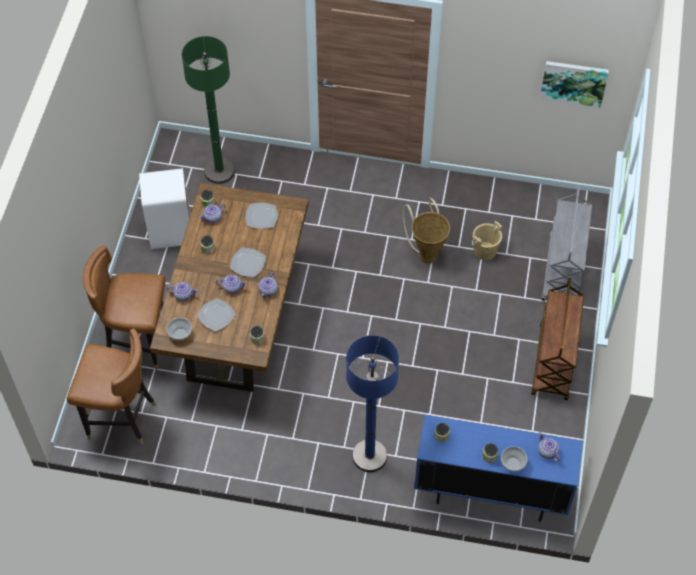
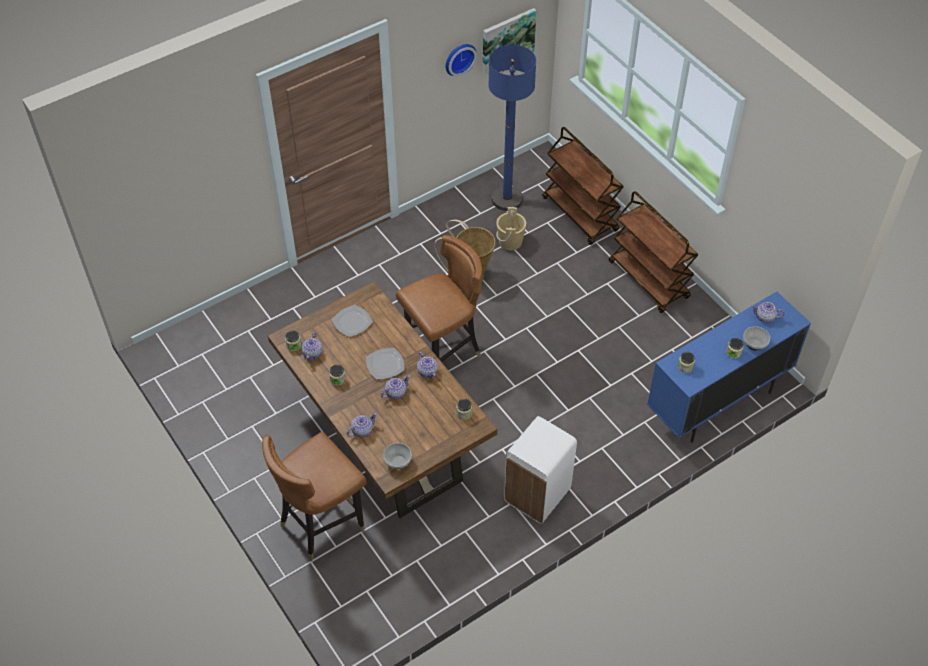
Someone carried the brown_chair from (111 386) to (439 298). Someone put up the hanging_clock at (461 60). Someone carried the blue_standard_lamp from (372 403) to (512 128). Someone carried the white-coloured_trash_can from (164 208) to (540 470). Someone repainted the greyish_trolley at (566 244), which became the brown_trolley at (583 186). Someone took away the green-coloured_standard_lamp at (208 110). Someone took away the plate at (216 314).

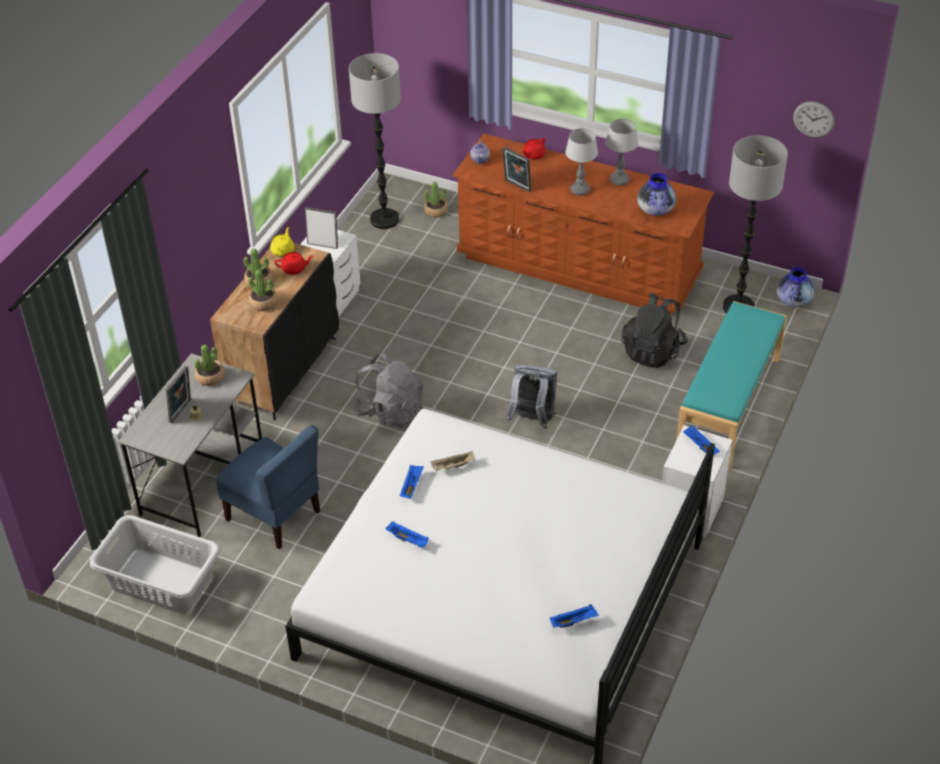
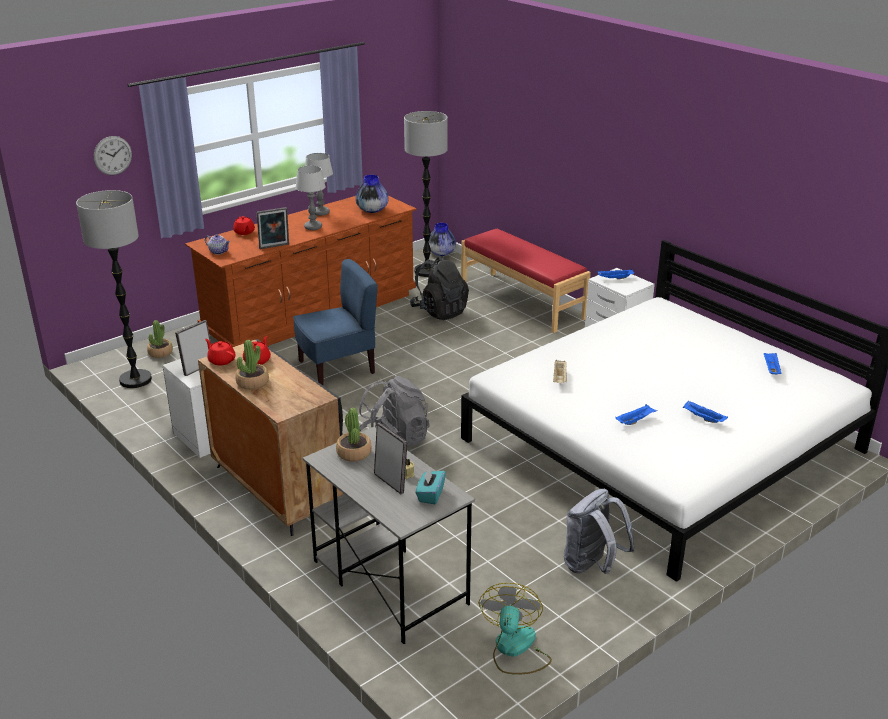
Someone carried the hanging_clock from (813 119) to (113 155). Someone repainted the yellowish_teapot at (282 242), which became the reddish_teapot at (220 352). Someone carried the blue_chair from (268 487) to (335 322). Someone put down the turquoise-coloured_tissue_holder at (430 485). Someone repainted the turquoise-coloured_bench at (731 385), which became the reddish_bench at (526 281). Someone swapped the greyish_hamper at (155 564) for the cooling_fan at (515 629). Someone carried the greyish_knapsack from (531 397) to (599 531). Someone carried the blue_tray from (412 482) to (705 411). Someone took away the potted_plant at (263 290).

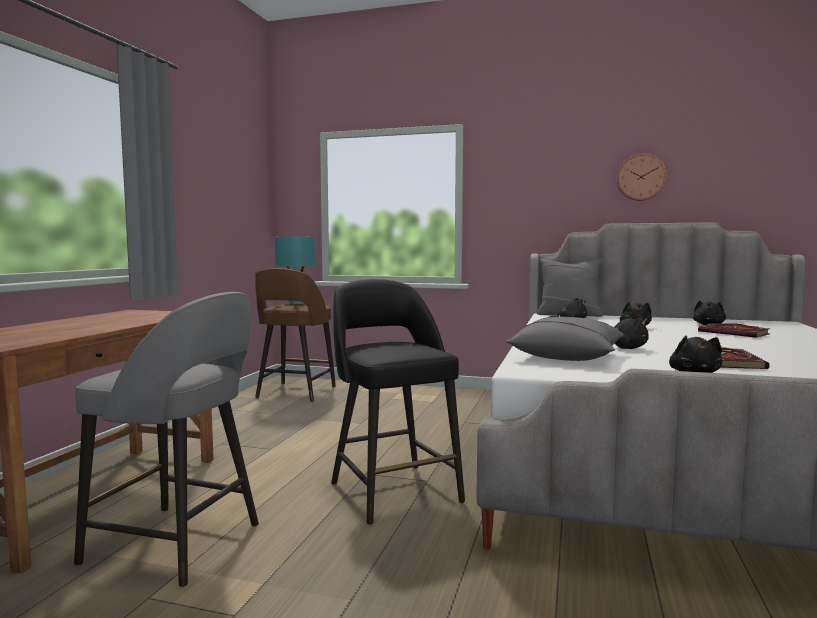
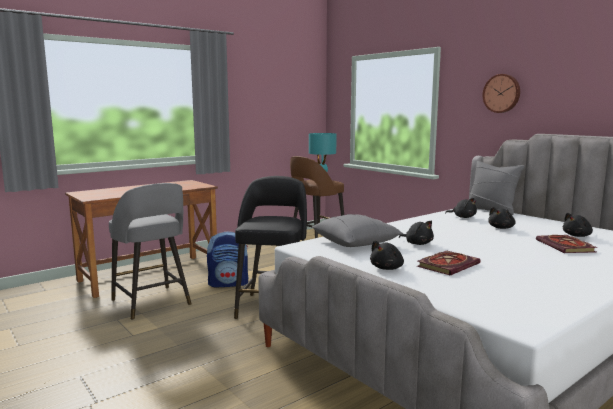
Someone put down the knapsack at (227 259). Someone carried the hanging_clock from (642 177) to (501 93).

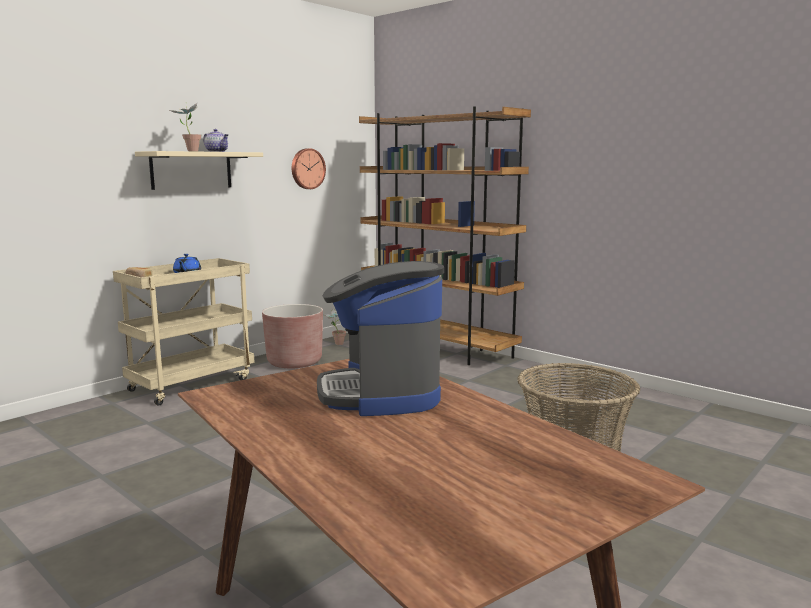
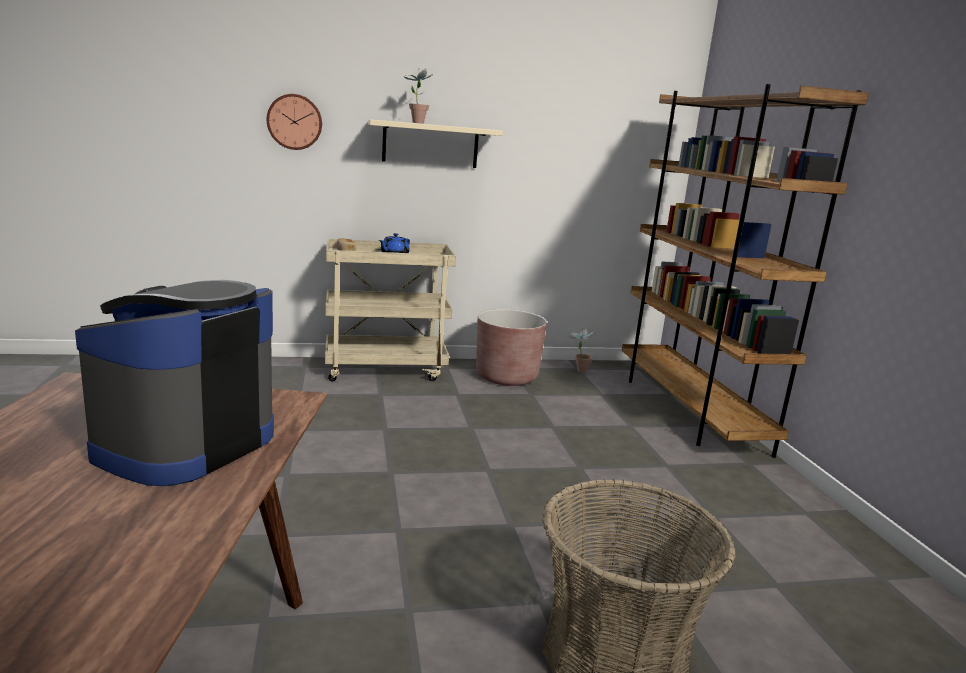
Someone carried the hanging_clock from (309 168) to (294 122). Someone took away the teapot at (216 140).

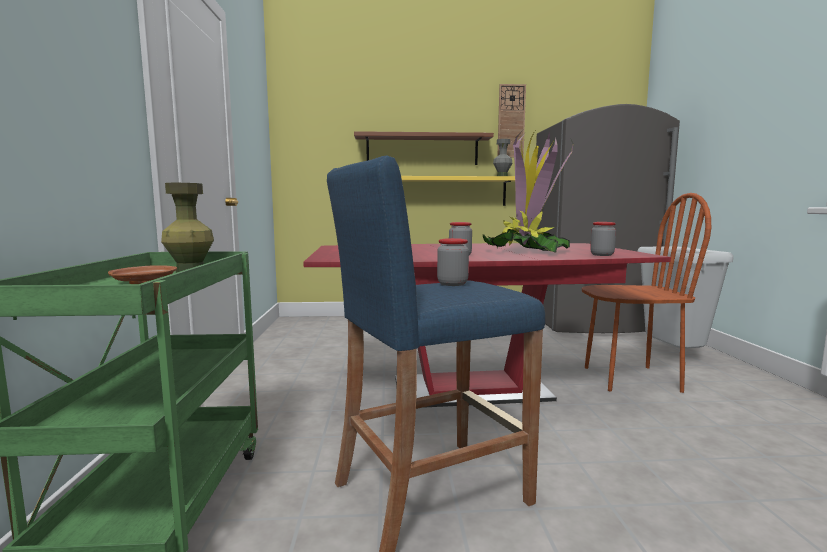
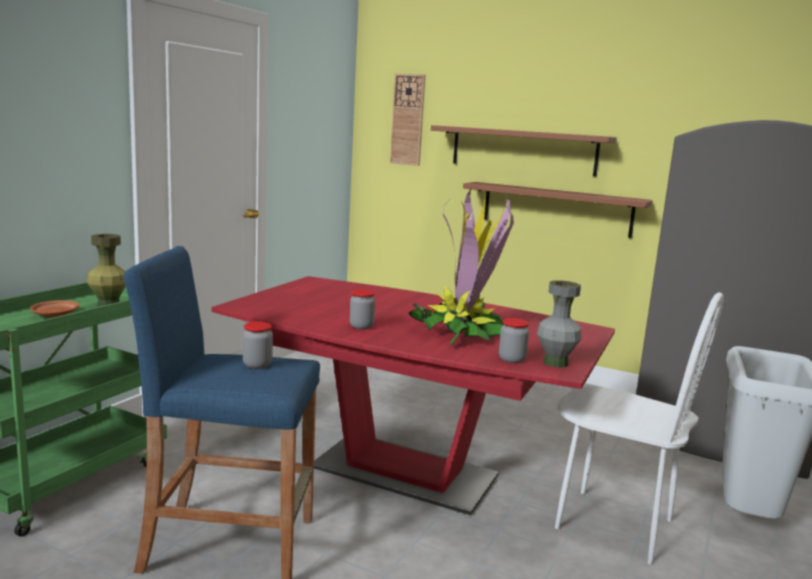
Someone carried the hanging_clock from (512 120) to (407 120). Someone repainted the yellowish_bracket_shelf at (458 191), which became the brown_bracket_shelf at (558 210). Someone carried the greyish_flower_vase from (502 157) to (559 324). Someone repainted the brown_chair at (646 293), which became the white-coloured_chair at (639 429).

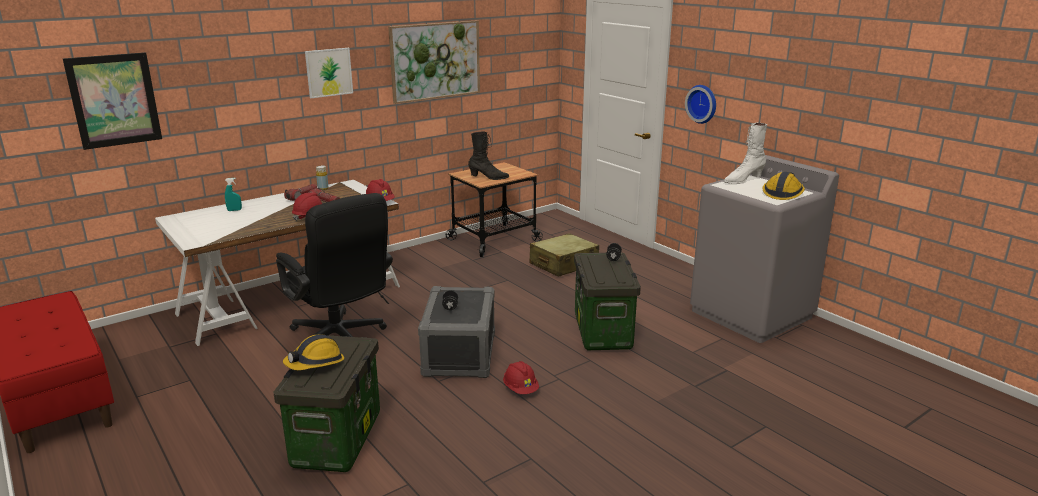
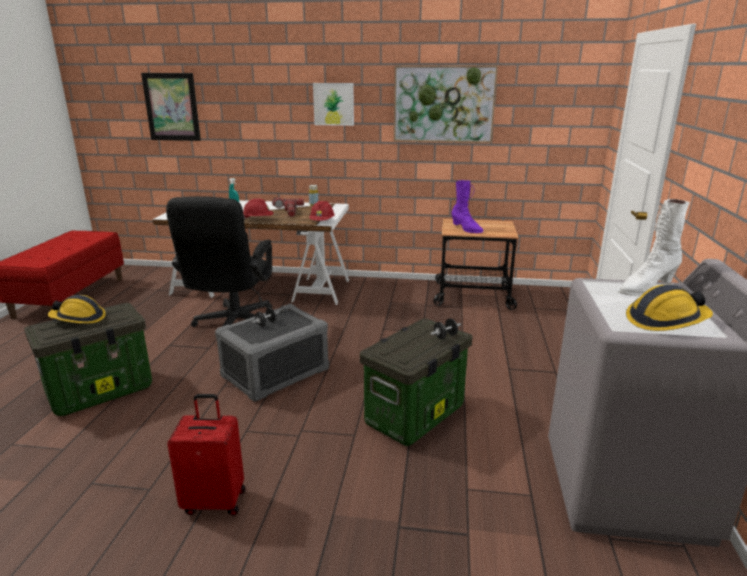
Someone put down the reddish_travel_case at (206 455). Someone repainted the black-coloured_tall_boot at (488 156), which became the purple_tall_boot at (467 206). Someone rotated the white-coloured_tall_boot at (745 153) by 45 degrees counterclockwise. Someone took away the reddish_hard_hat at (521 377). Someone took away the beige_travel_case at (564 255). Someone took away the hanging_clock at (700 104).

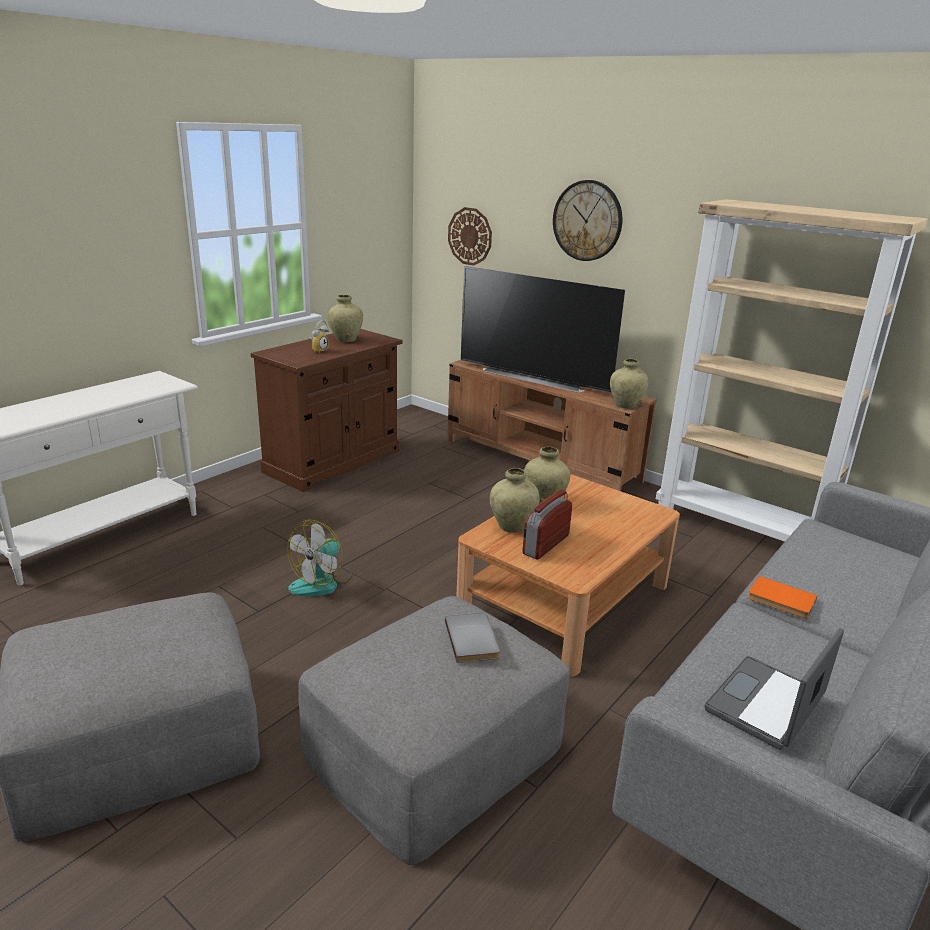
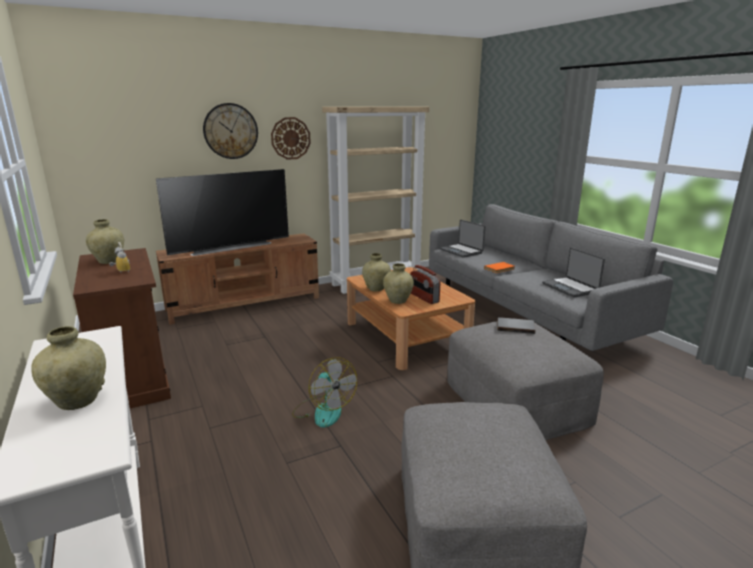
Someone carried the beige_flower_vase from (629 384) to (68 368). Someone carried the hanging_clock from (470 236) to (291 138). Someone put down the notebook_computer at (462 239).

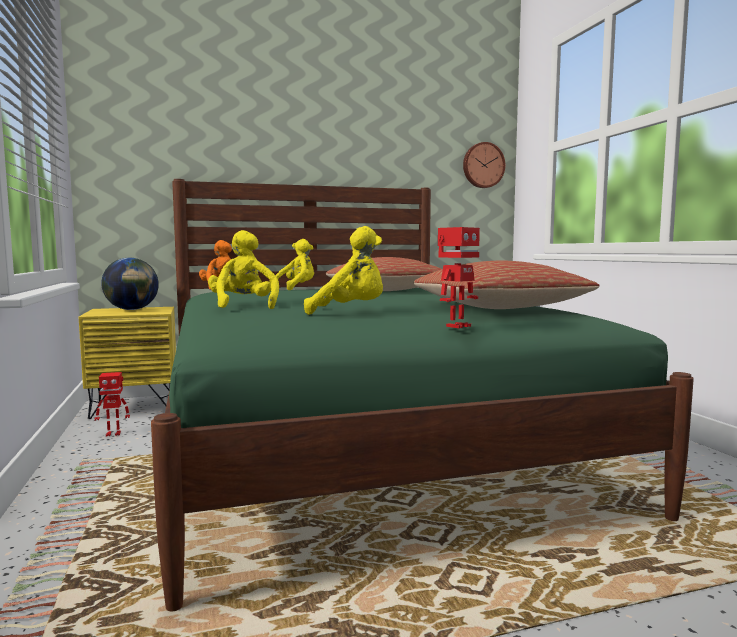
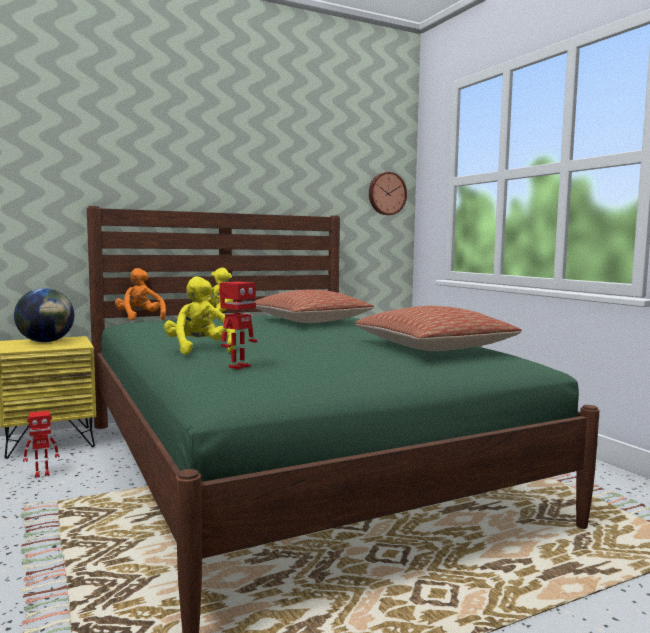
Someone carried the toy_robot from (459 277) to (238 326). Someone took away the yellowish_soft_toy at (343 270).

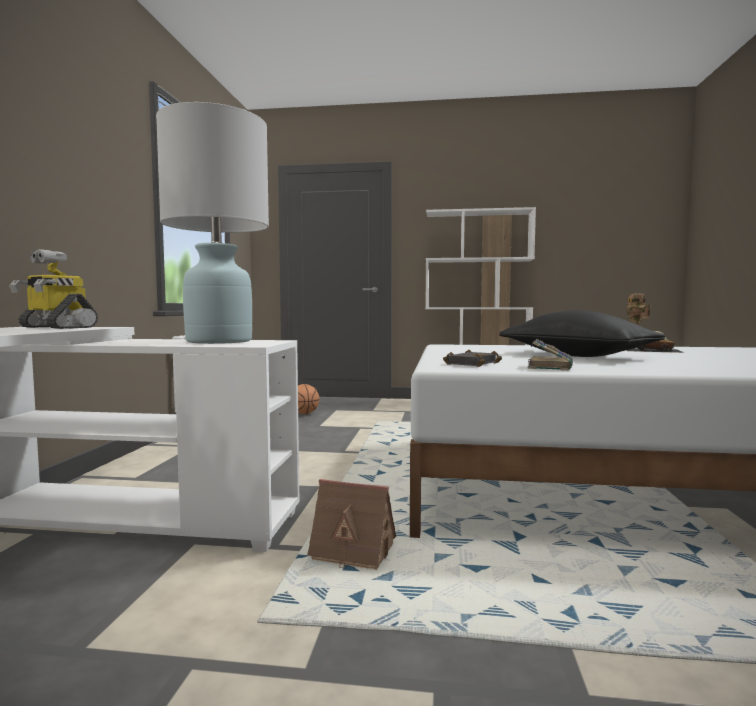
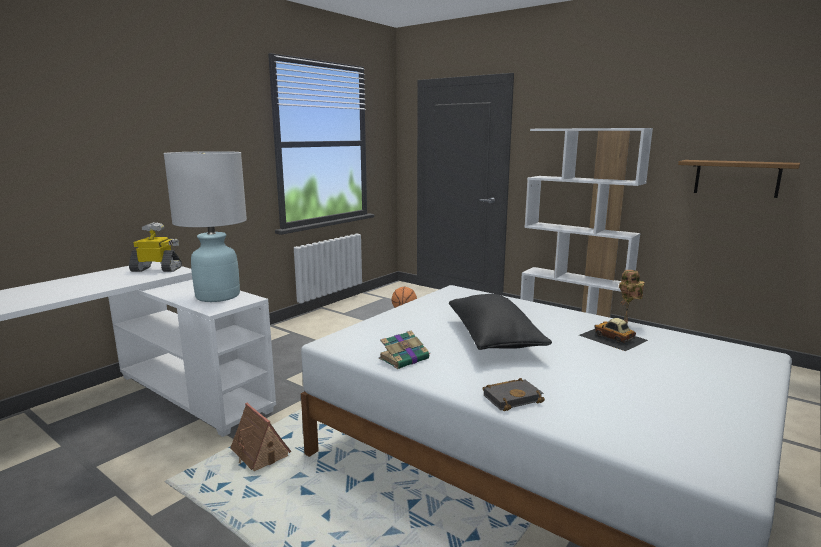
Someone rotated the toy_robot at (53 289) by 120 degrees clockwise. Someone carried the black-coloured_bound_book from (472 358) to (514 394). Someone put up the bracket_shelf at (739 179).

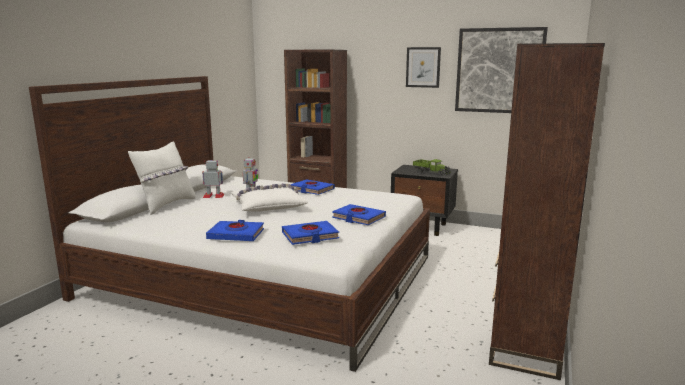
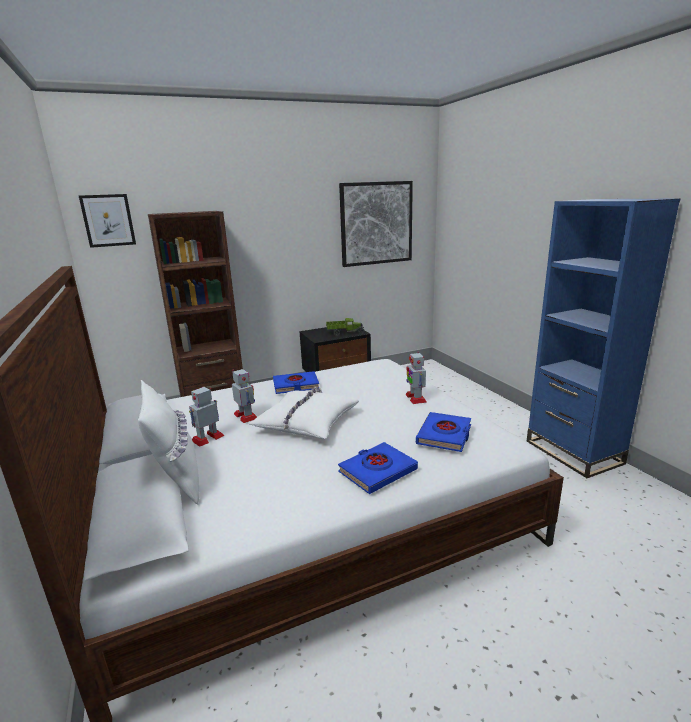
Someone carried the picture from (423 67) to (107 221). Someone swapped the blue_bound_book at (359 214) for the toy_robot at (416 378). Someone repainted the brown_shelving_unit at (547 211), which became the blue_shelving_unit at (603 338).

